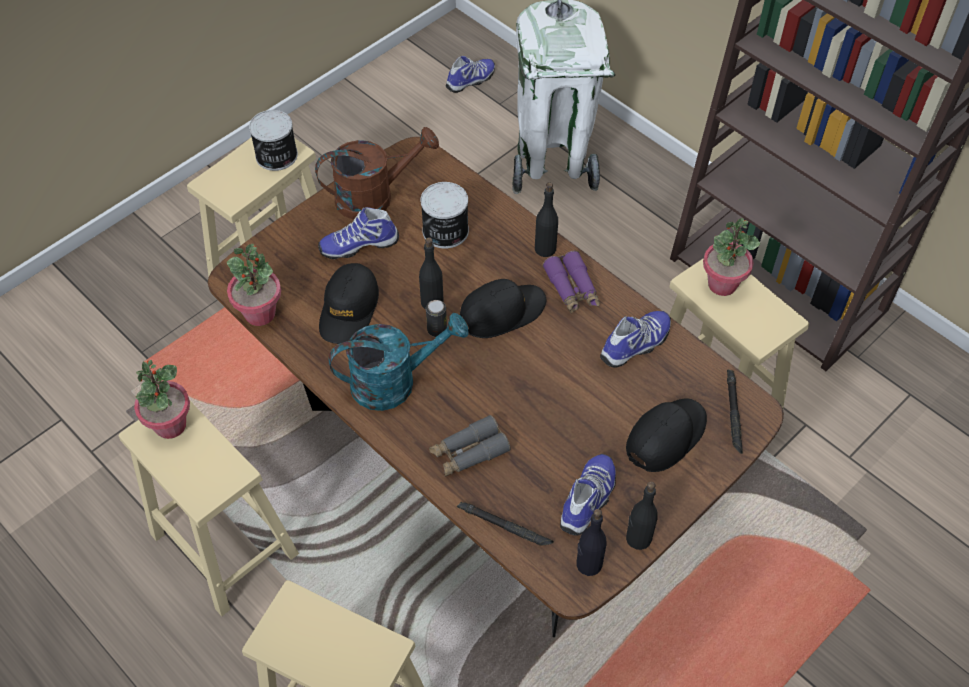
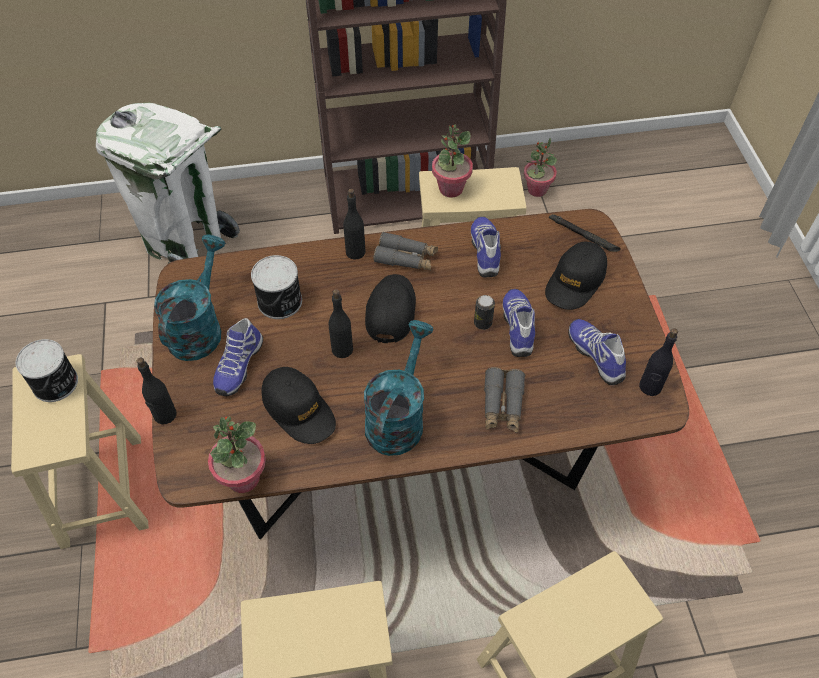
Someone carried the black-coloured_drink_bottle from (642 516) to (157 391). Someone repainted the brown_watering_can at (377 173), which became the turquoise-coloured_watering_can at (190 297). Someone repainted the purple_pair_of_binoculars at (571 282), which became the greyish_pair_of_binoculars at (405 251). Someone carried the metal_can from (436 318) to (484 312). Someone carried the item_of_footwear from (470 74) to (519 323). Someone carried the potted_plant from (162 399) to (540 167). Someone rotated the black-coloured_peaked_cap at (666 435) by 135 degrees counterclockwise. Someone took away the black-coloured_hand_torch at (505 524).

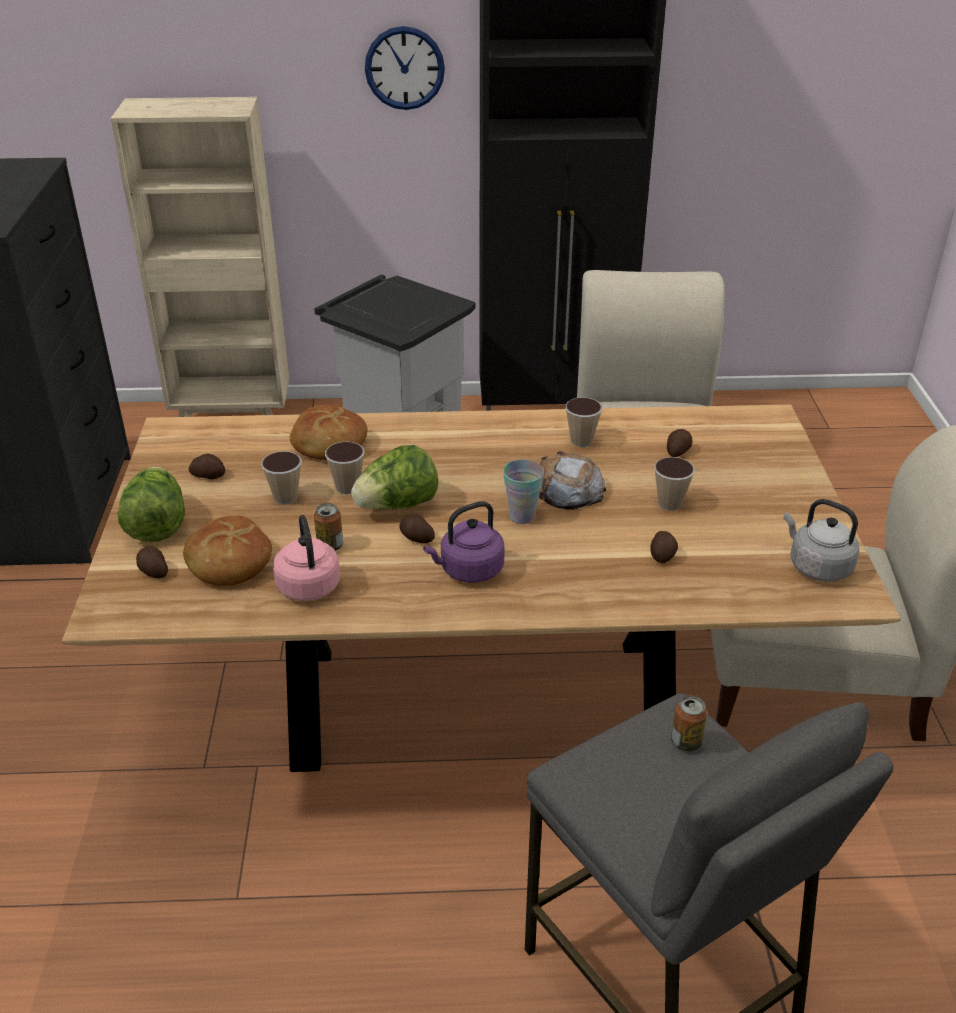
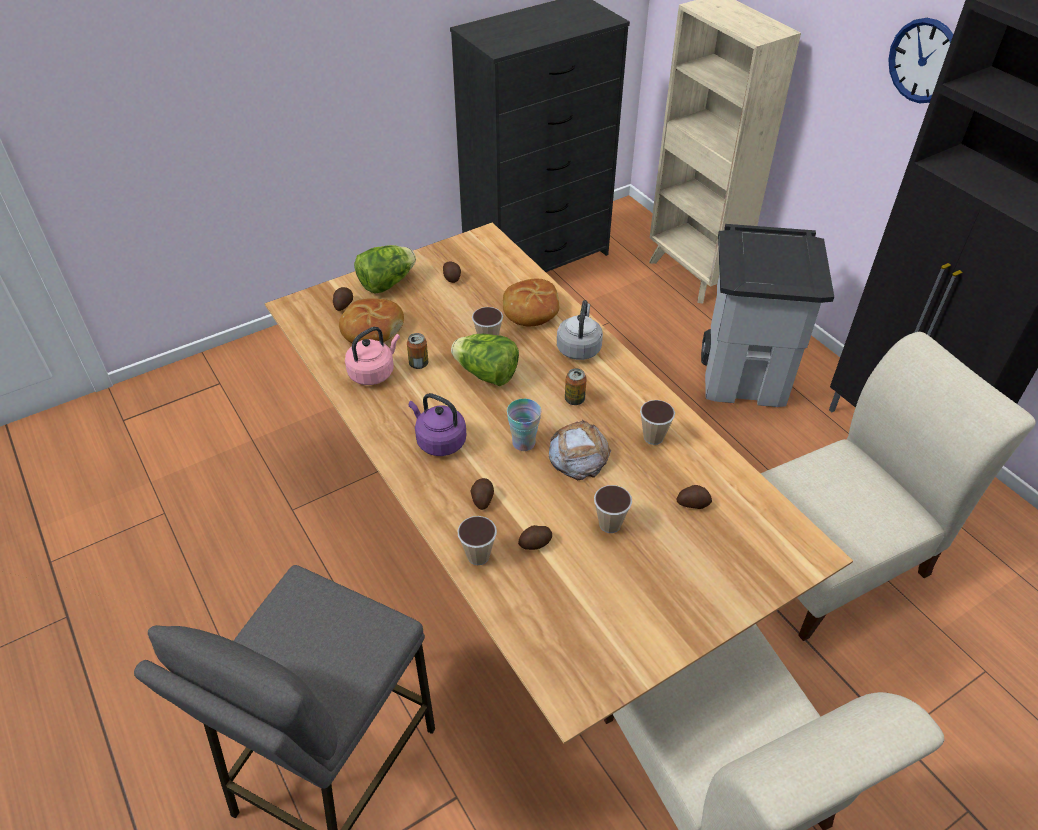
Someone carried the cup from (281 477) to (477 540). Someone carried the potato from (417 528) to (482 494). Someone carried the greyish_water_kettle from (821 540) to (580 330). Someone carried the metal_can from (689 724) to (576 386).

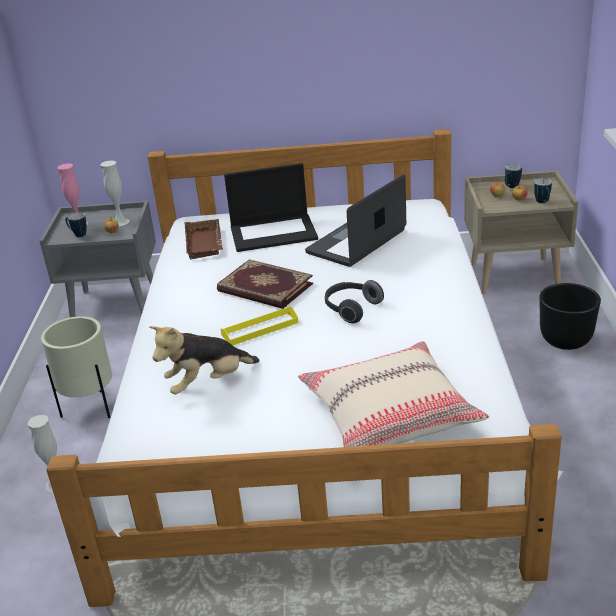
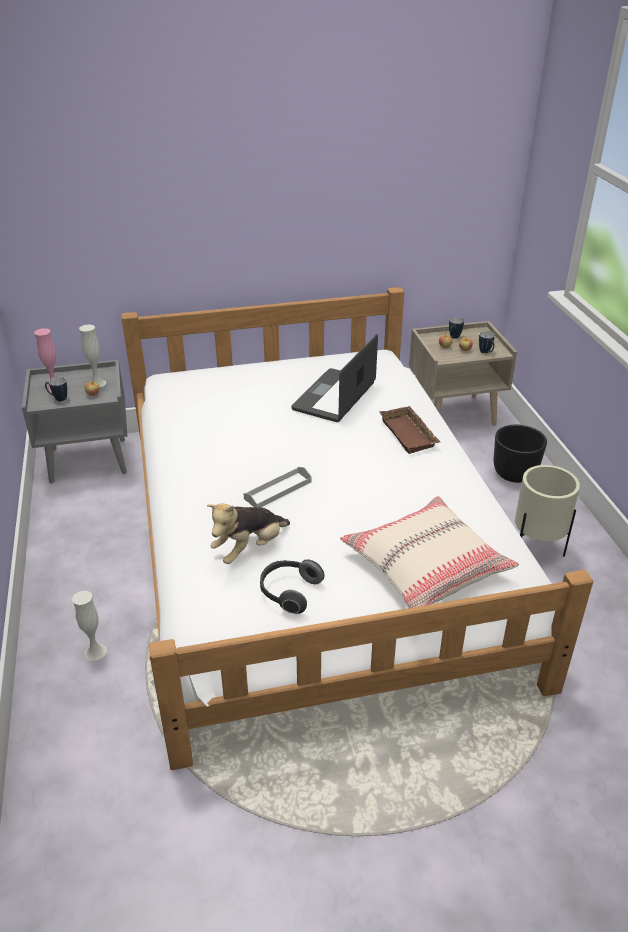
Someone repainted the yellowish_tray at (259 326), which became the greyish_tray at (278 487). Someone carried the headset from (354 301) to (292 586). Someone carried the brown_tray from (203 239) to (410 430). Someone carried the beige_plant_pot from (76 367) to (547 511). Someone took away the bound_book at (265 284). Someone took away the notebook_computer at (271 207).

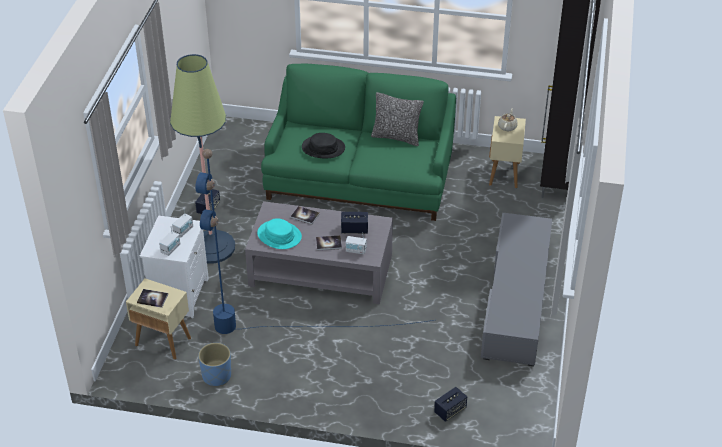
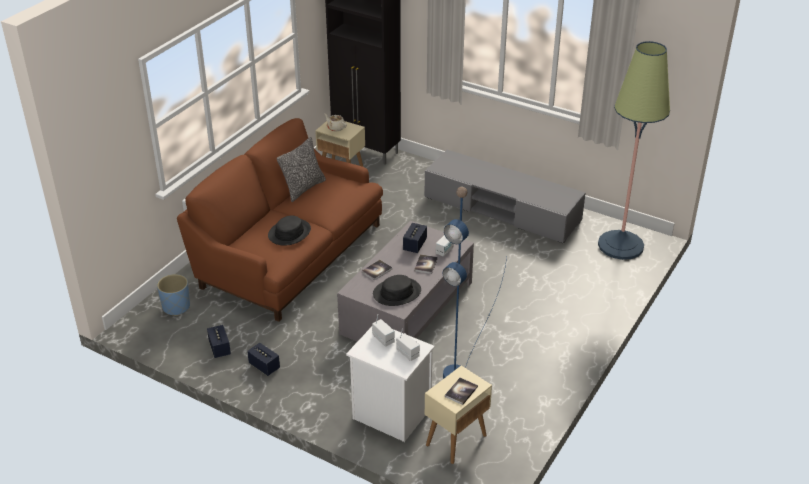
Someone carried the blue_plant_pot from (214 364) to (173 295). Someone repainted the green-coloured_settee at (358 142), which became the brown_settee at (280 220). Someone carried the speaker from (450 404) to (219 341). Someone repainted the turquoise-coloured_hat at (279 233), which became the black-coloured_hat at (397 290). Someone carried the standard_lamp from (202 159) to (634 150).

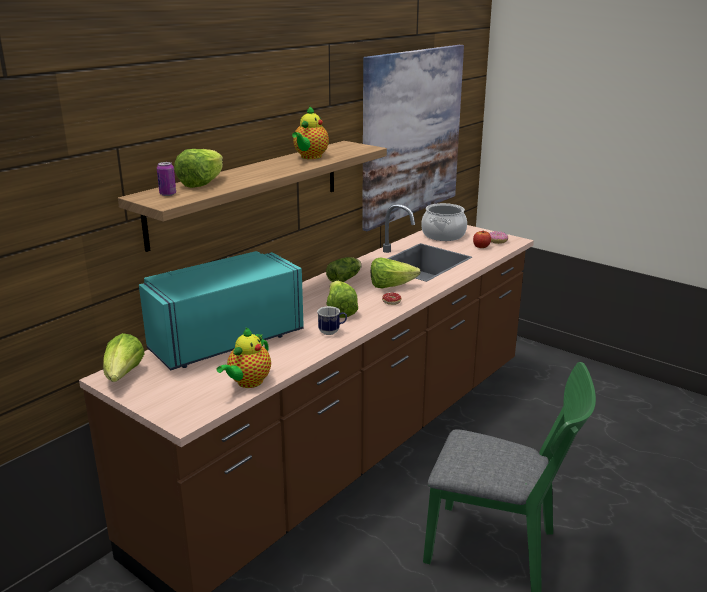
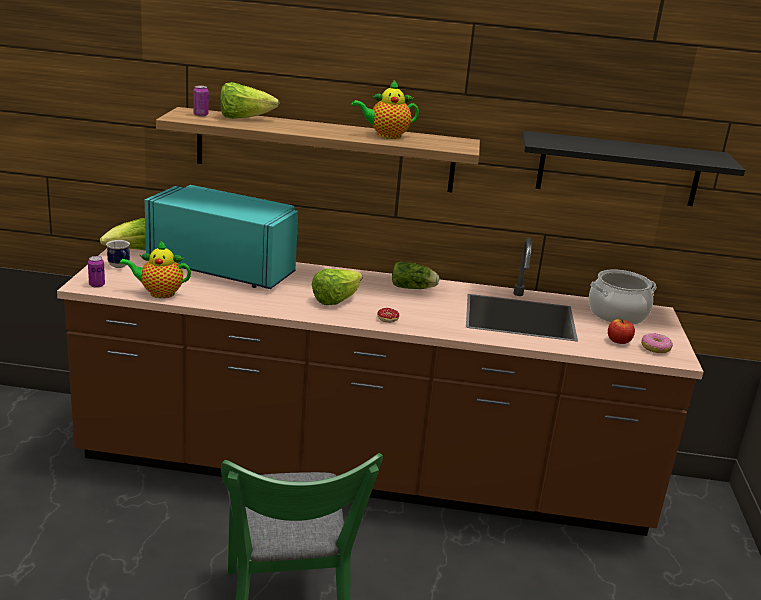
Someone put down the metal_can at (96 272). Someone carried the tea_mug from (332 320) to (118 254). Someone swapped the picture at (413 138) for the black-coloured_bracket_shelf at (633 168). Someone took away the head_of_lettuce at (396 272).

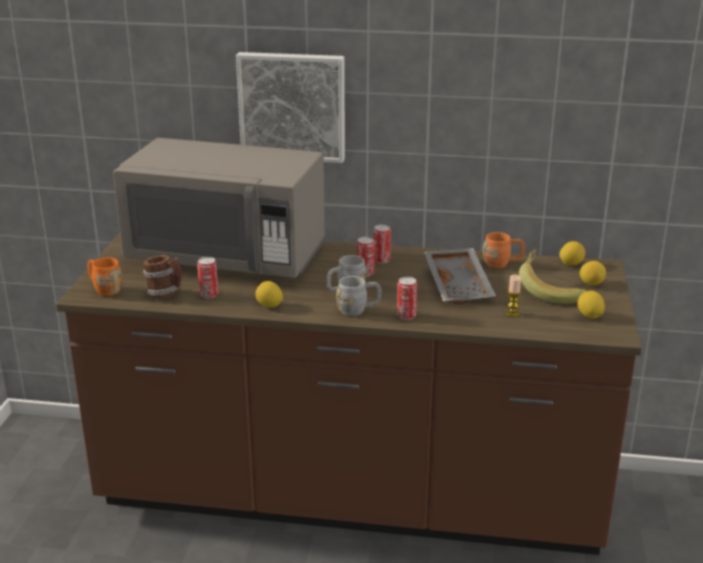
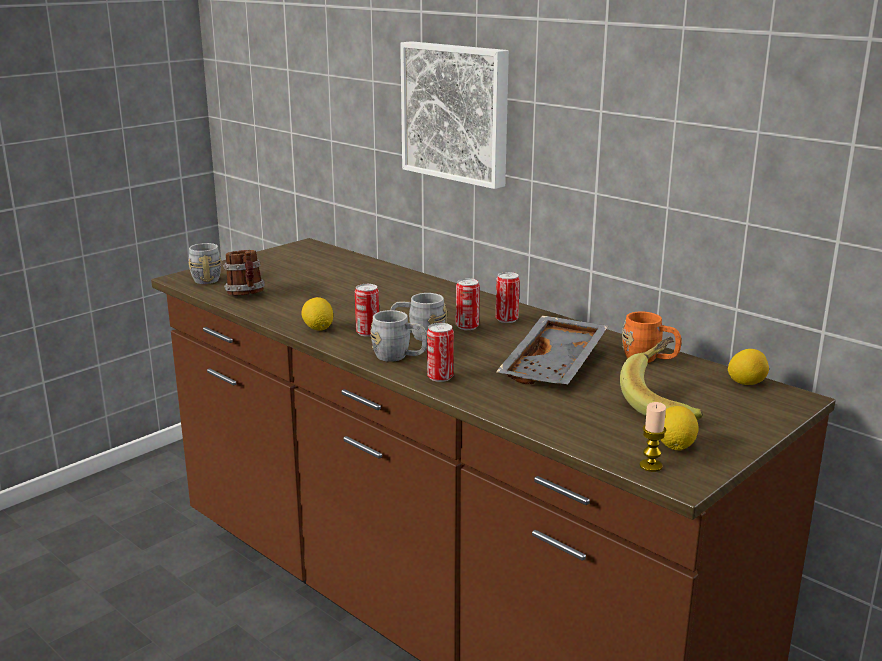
Someone repainted the orangey_tea_mug at (104 276), which became the greyish_tea_mug at (205 263). Someone carried the metal_can from (207 277) to (367 310). Someone carried the wax_candle from (514 296) to (653 437). Someone took away the greyish_microwave_oven at (219 208). Someone took away the lemon at (593 273).

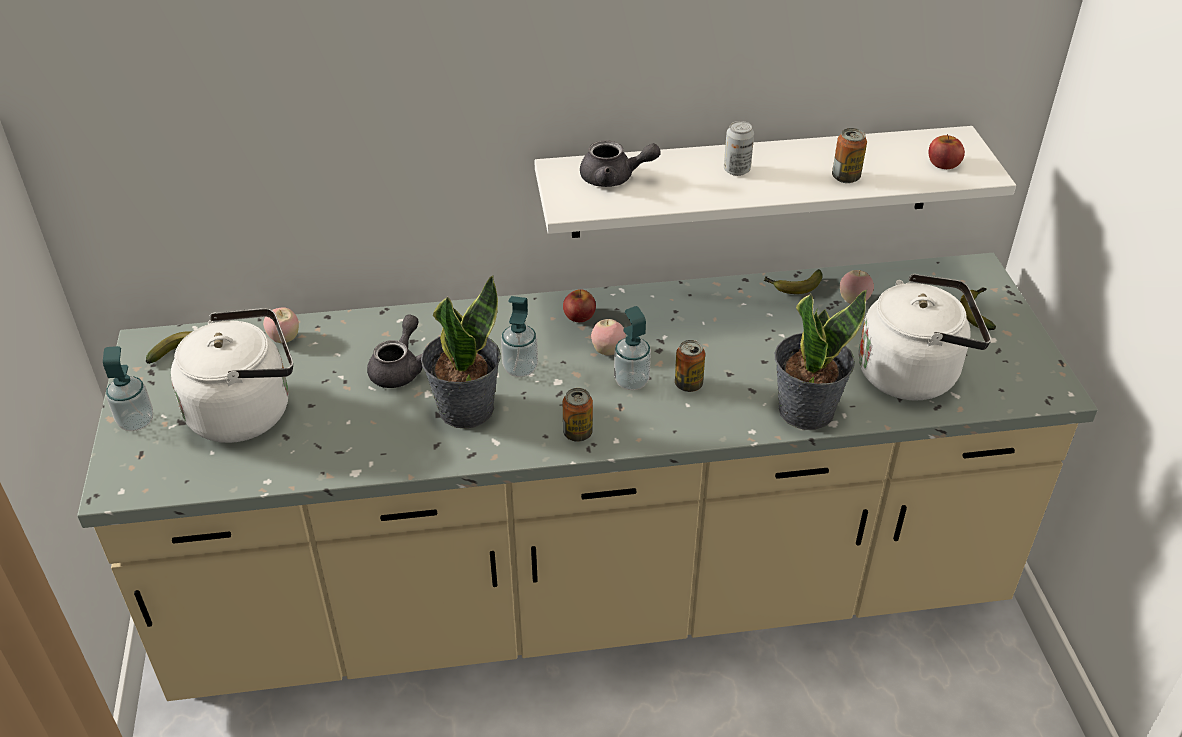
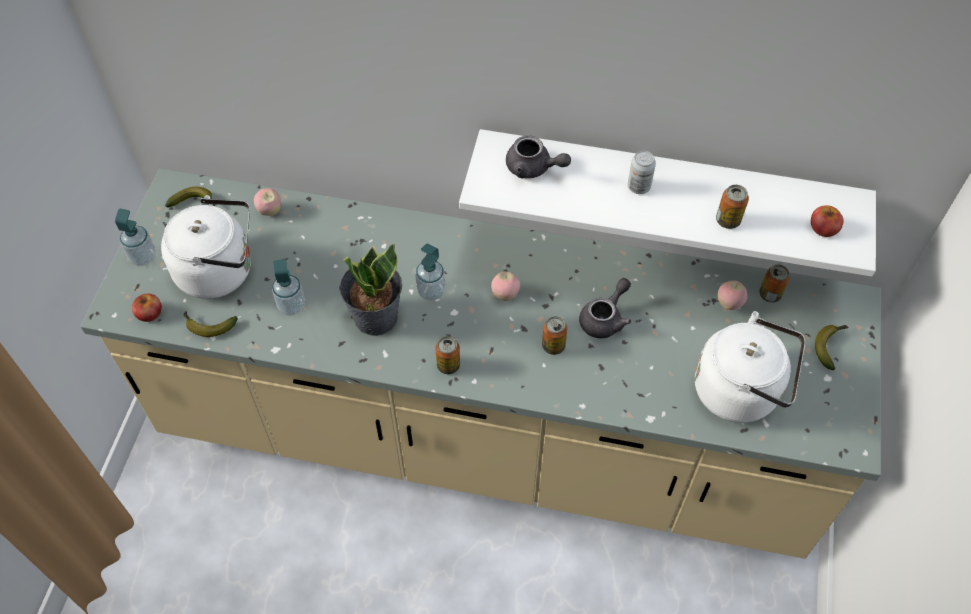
Someone carried the apple_fruit from (579 305) to (147 308). Someone carried the banana from (793 281) to (211 324). Someone carried the soap_dispenser from (632 348) to (288 287). Someone carried the greyish_teapot from (395 351) to (605 308). Someone put down the metal_can at (774 284). Someone took away the potted_plant at (821 360).

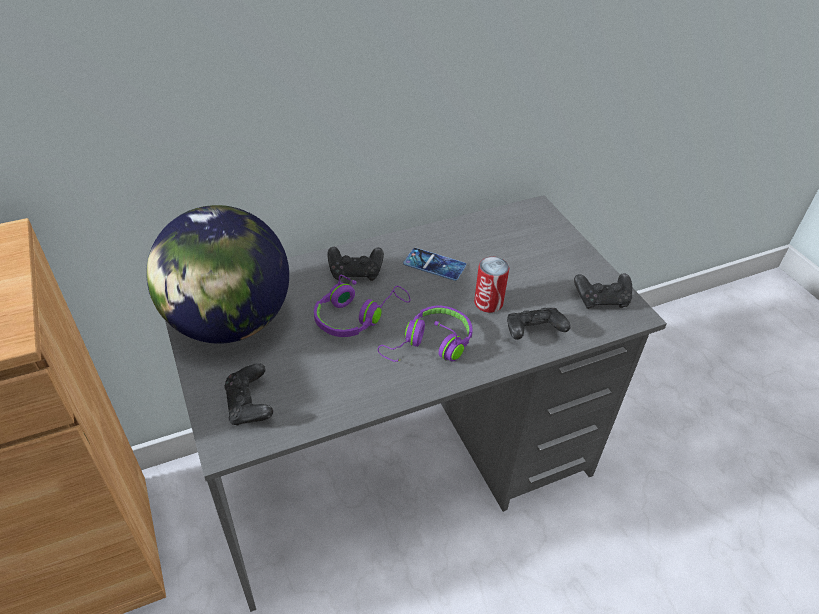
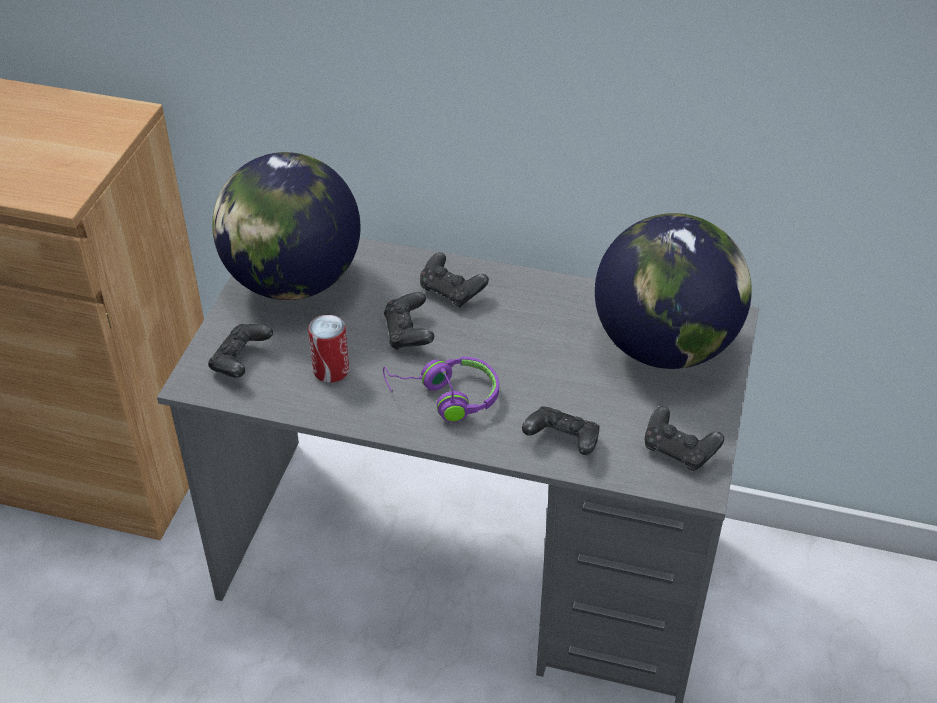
Someone carried the metal_can from (491 285) to (328 349). Someone swapped the purple_headset at (362 306) for the black-coloured_gamepad at (409 321). Someone put down the world_globe at (673 291). Someone took away the phone at (434 264).

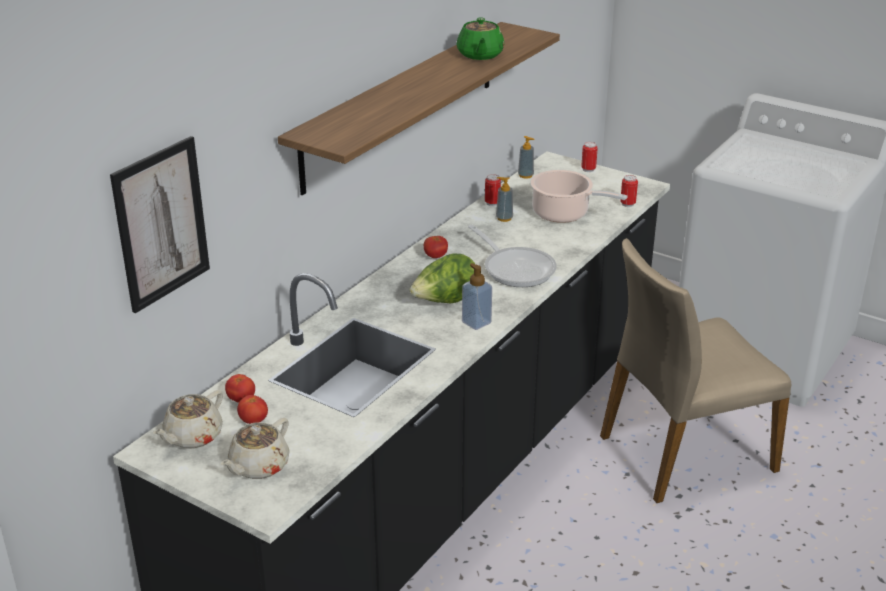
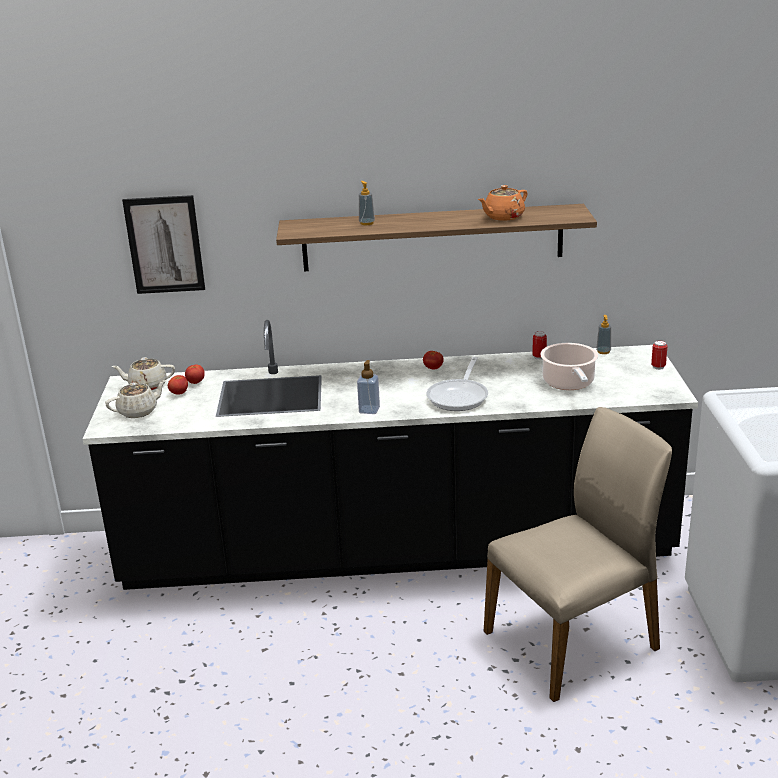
Someone rotated the beige_teapot at (255 448) by 150 degrees clockwise. Someone carried the soap_dispenser from (504 199) to (367 203). Someone repainted the green-coloured_teapot at (480 38), which became the orangey_teapot at (503 203). Someone rotated the beige_chair at (695 370) by 120 degrees clockwise. Someone took away the head_of_lettuce at (442 278). Someone took away the metal_can at (629 191).

